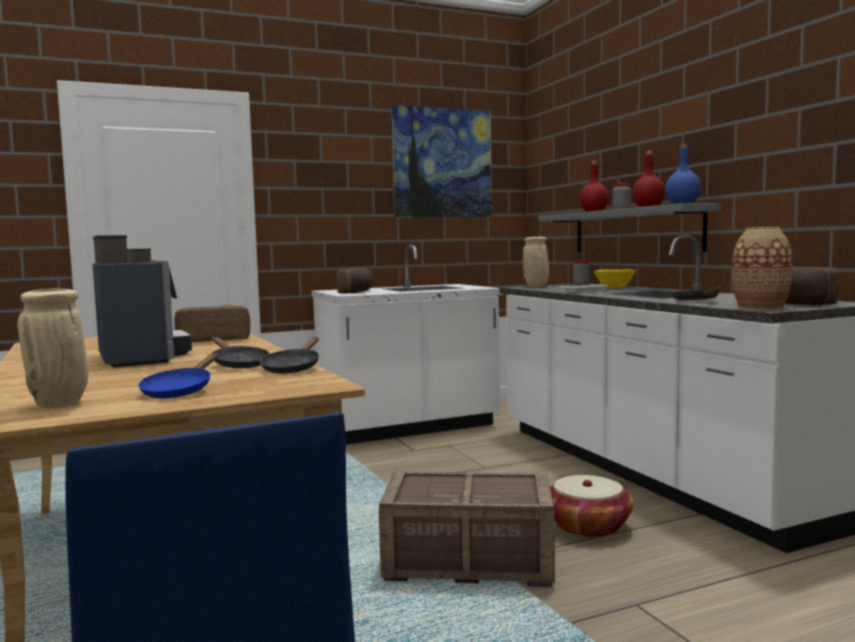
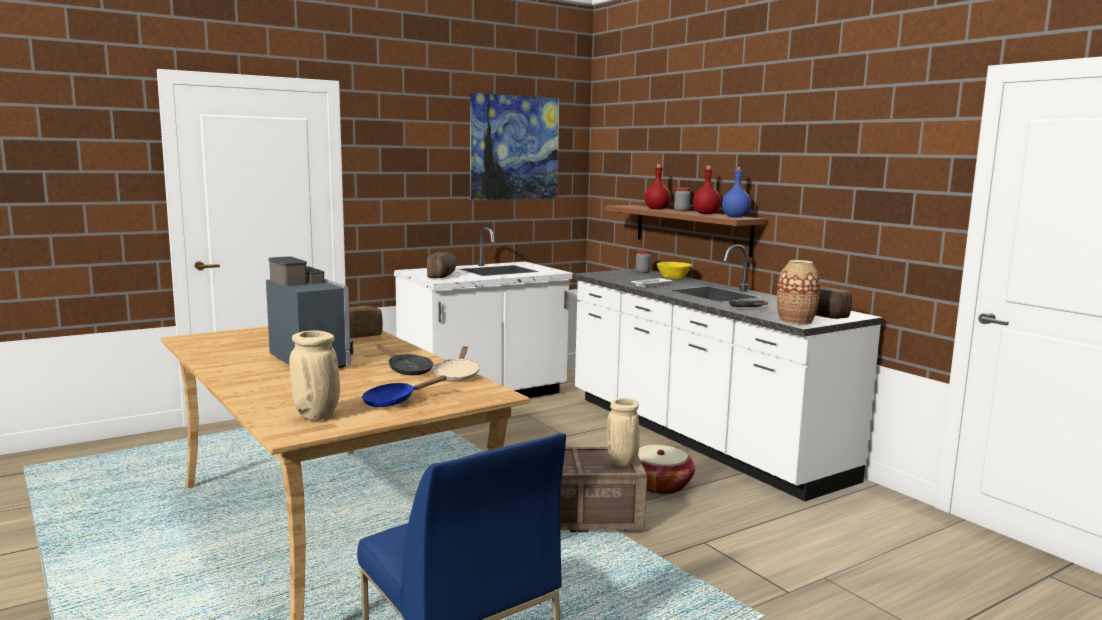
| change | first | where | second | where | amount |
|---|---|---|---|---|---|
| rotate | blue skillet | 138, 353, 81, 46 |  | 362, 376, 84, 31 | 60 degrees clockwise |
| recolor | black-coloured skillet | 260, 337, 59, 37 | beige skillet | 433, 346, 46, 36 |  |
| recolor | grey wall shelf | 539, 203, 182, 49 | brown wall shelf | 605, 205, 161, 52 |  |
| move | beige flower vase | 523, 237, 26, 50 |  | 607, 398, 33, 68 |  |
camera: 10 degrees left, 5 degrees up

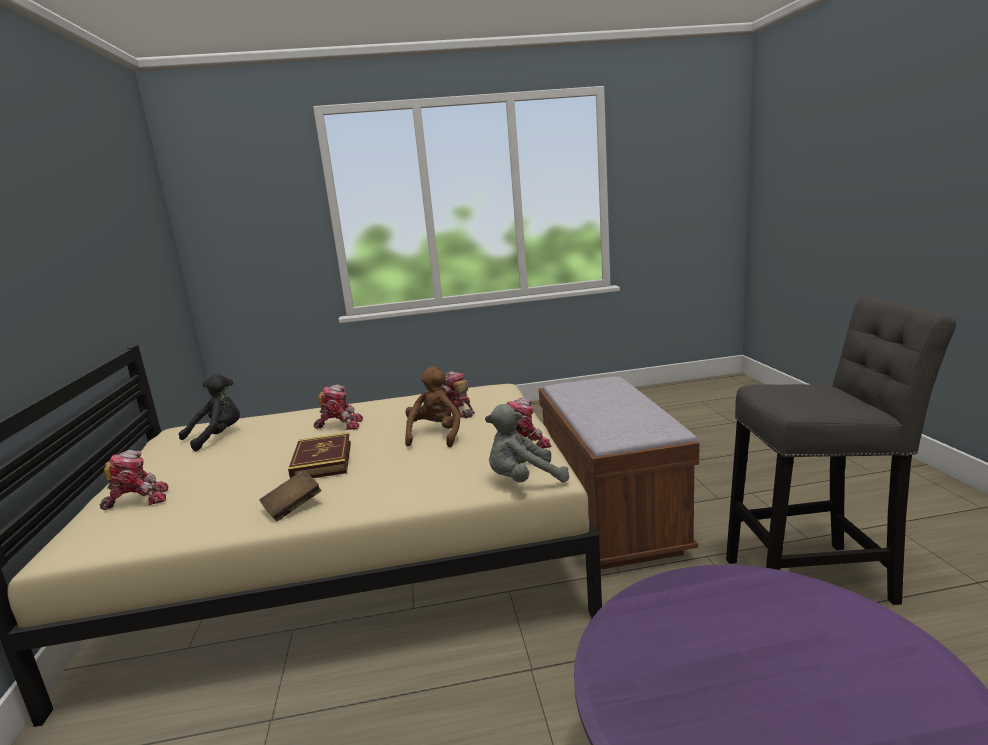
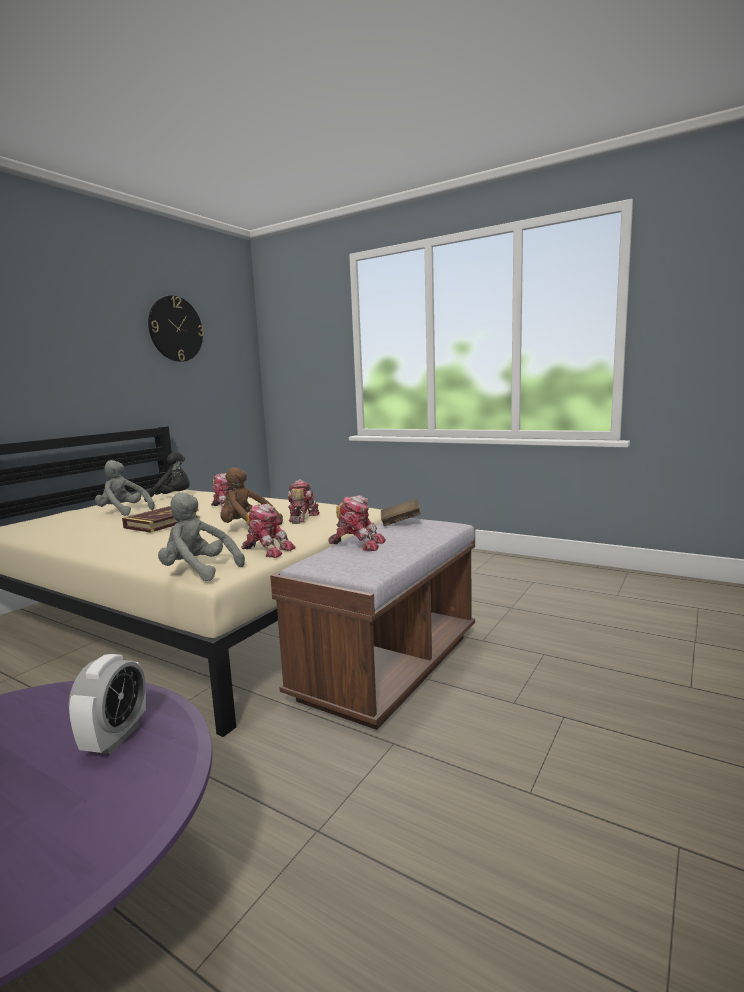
| change | first | where | second | where | amount |
|---|---|---|---|---|---|
| insert |  |  | table clock | 69, 654, 77, 100 |  |
| insert |  |  | grey plush toy | 95, 460, 60, 56 |  |
| insert |  |  | clock on the wall | 148, 296, 56, 66 |  |
| rotate | brown plush toy | 405, 366, 55, 81 |  | 220, 467, 63, 58 | 120 degrees counterclockwise |
| move | toy robot | 100, 450, 68, 60 |  | 329, 495, 57, 56 |  |
| move | brown book | 259, 470, 62, 51 |  | 381, 498, 40, 28 |  |
| delete | grey stool | 726, 296, 230, 309 |  |  |  |
camera: 40 degrees right, 5 degrees down

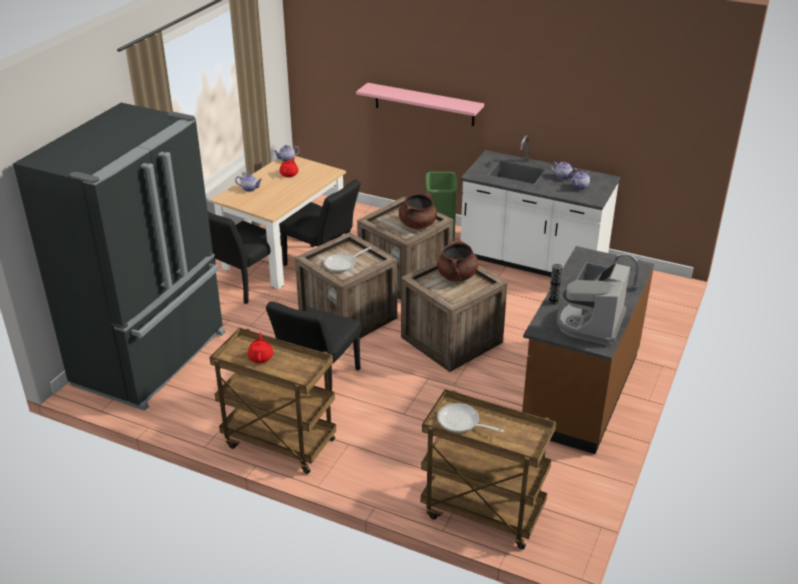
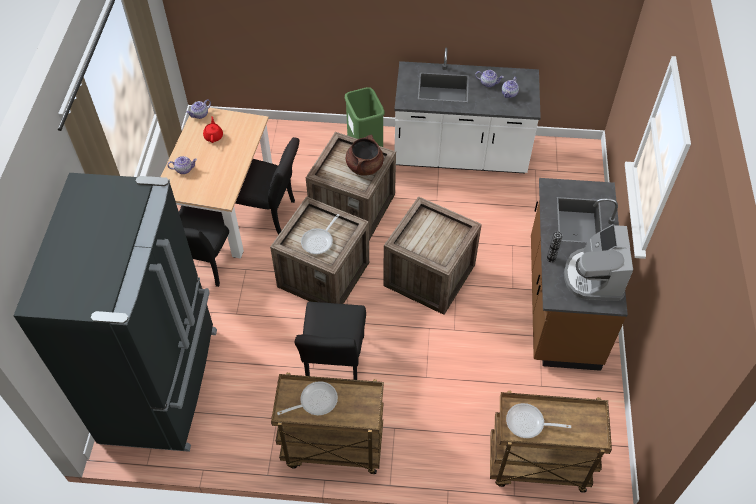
| change | first | where | second | where | amount |
|---|---|---|---|---|---|
| replace | red tea pot | 248, 332, 25, 31 | skillet | 277, 381, 61, 34 |  |
| delete | pink wall shelf | 356, 83, 128, 43 |  |  |  |
| delete | brown cooking pot | 437, 240, 41, 42 |  |  |  |
camera: 20 degrees left, 20 degrees up

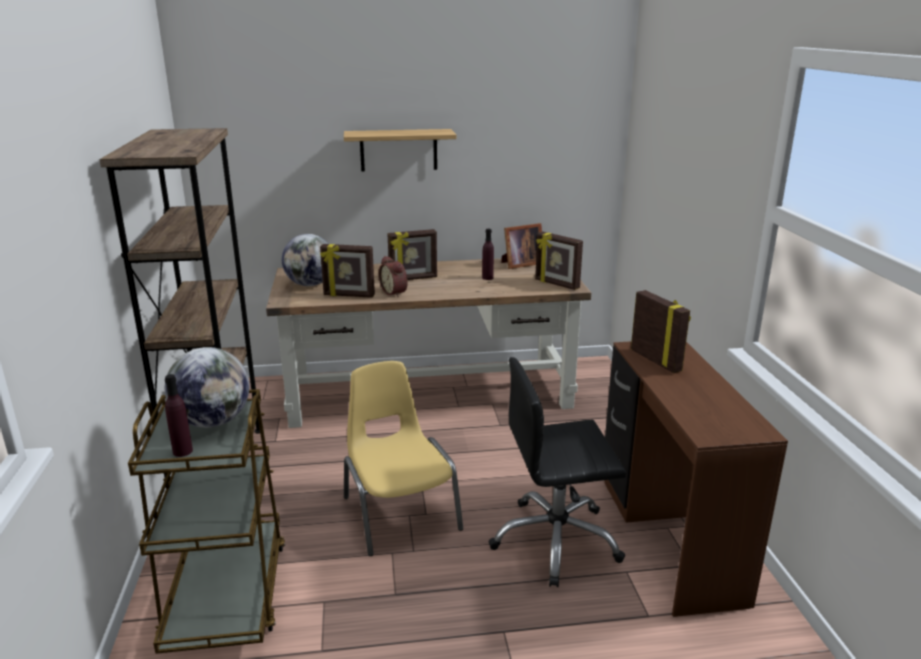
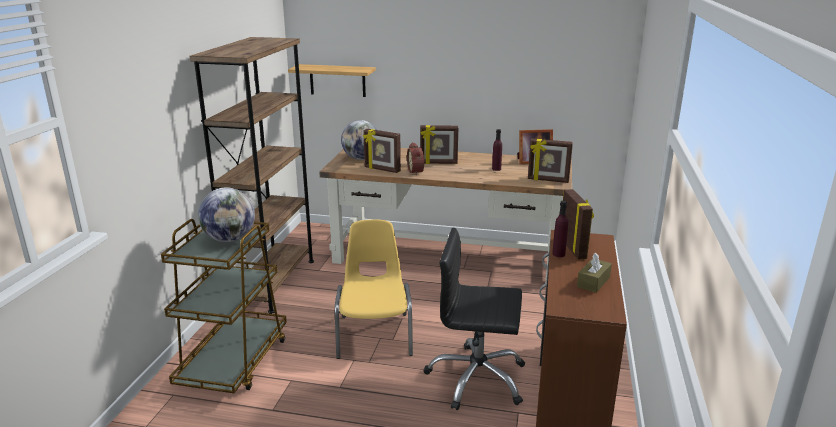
| change | first | where | second | where | amount |
|---|---|---|---|---|---|
| move | wall shelf | 344, 129, 112, 43 |  | 288, 64, 88, 33 |  |
| rotate | photo frame | 535, 231, 48, 59 |  | 528, 139, 45, 44 | 45 degrees counterclockwise |
| move | purplish drink bottle | 165, 374, 28, 83 |  | 552, 201, 16, 56 |  |
| insert |  |  | brown tissue holder | 577, 253, 35, 40 |  |
camera: 20 degrees right, 0 degrees up

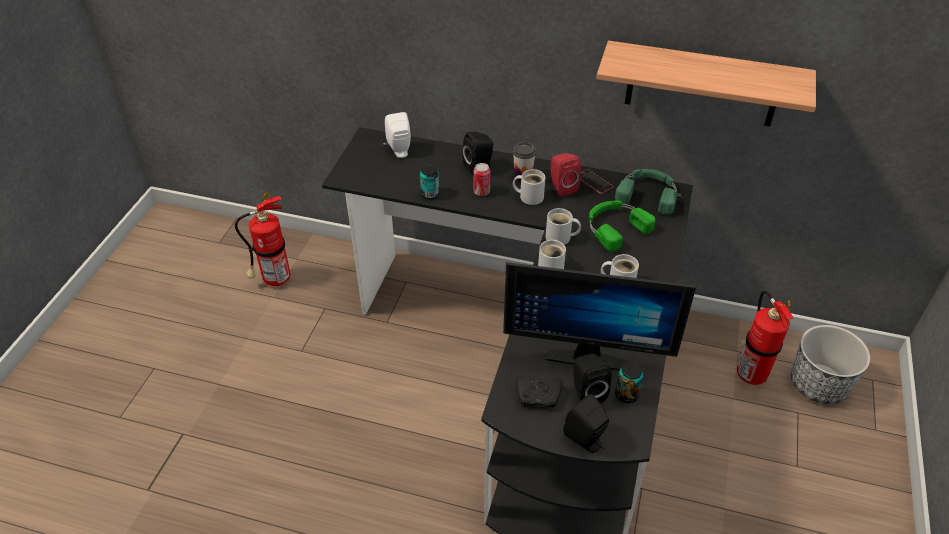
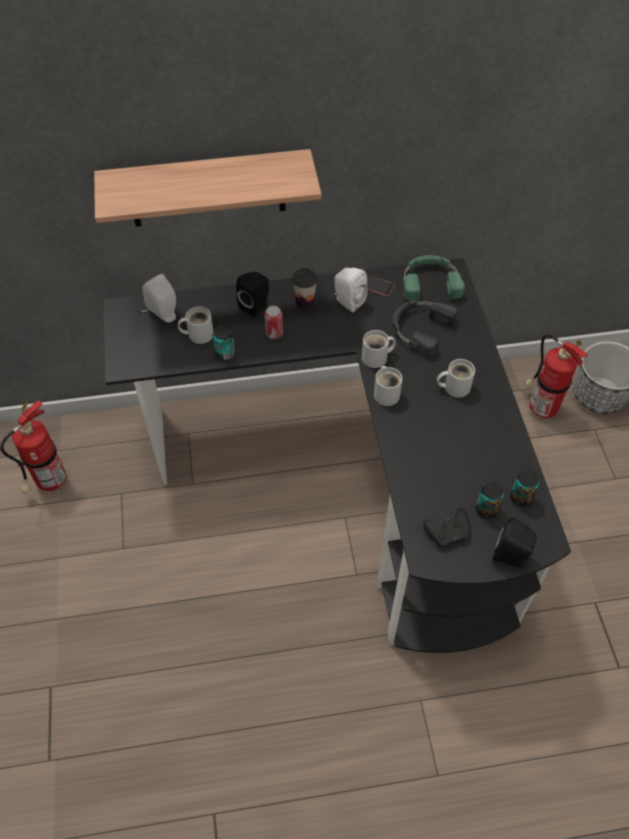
| change | first | where | second | where | amount |
|---|---|---|---|---|---|
| move | wall shelf | 596, 41, 220, 86 |  | 94, 149, 228, 78 |  |
| move | white tea mug | 513, 169, 32, 36 |  | 178, 306, 36, 38 |  |
| recolor | red speaker | 551, 153, 30, 44 | white speaker | 334, 268, 33, 45 |  |
| recolor | green-coloured headphones | 589, 201, 67, 51 | black-coloured headphones | 392, 300, 65, 56 |  |
| replace | black-coloured speaker | 573, 353, 39, 50 | can | 476, 482, 28, 37 |  |
| delete | computer display | 503, 262, 193, 108 |  |  |  |
camera: 25 degrees left, 10 degrees up

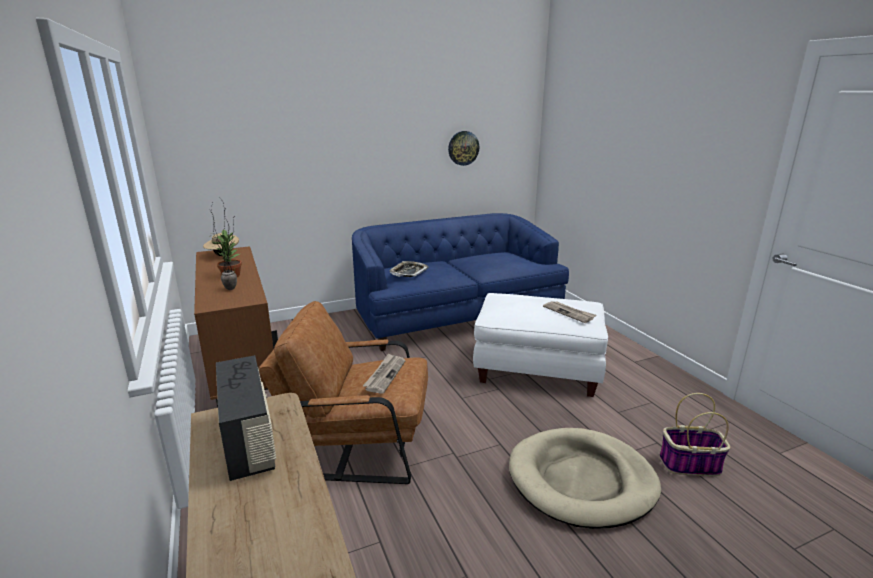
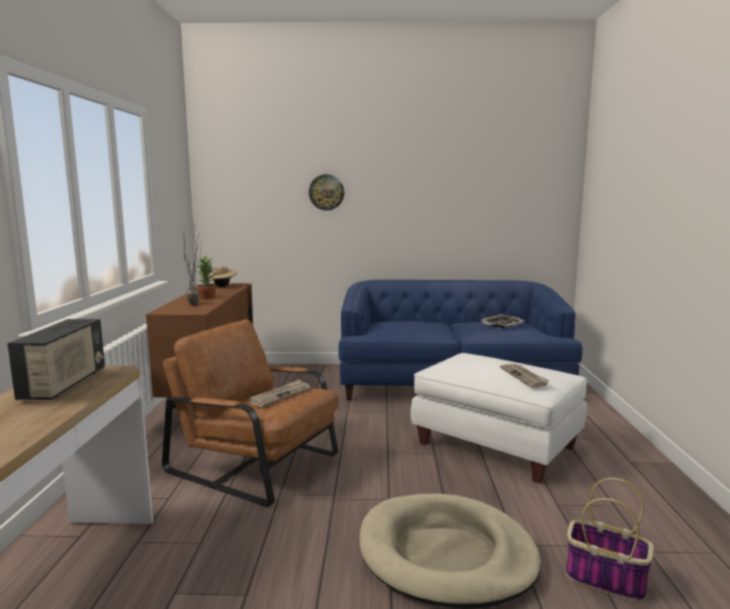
| change | first | where | second | where | amount |
|---|---|---|---|---|---|
| move | clock on the wall | 448, 131, 31, 35 |  | 309, 174, 35, 37 |  |
| move | carrying tray | 389, 261, 40, 16 |  | 481, 314, 44, 14 |  |
camera: 25 degrees right, 10 degrees down

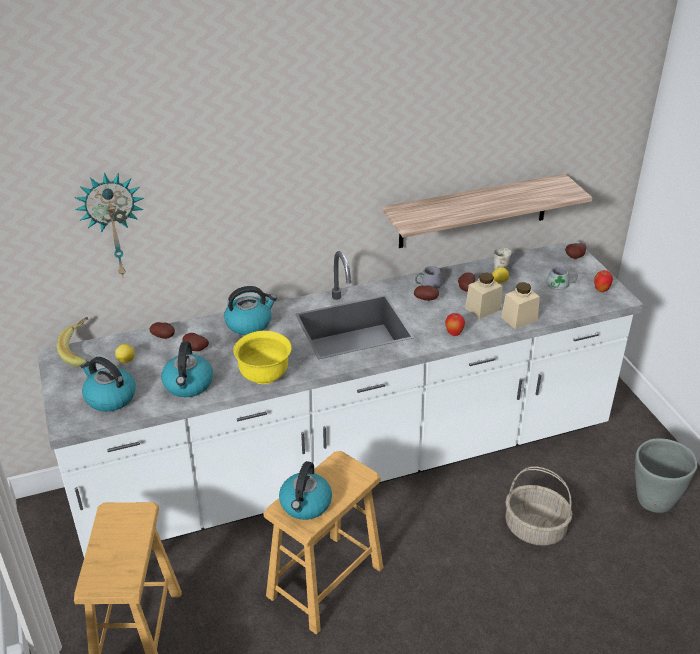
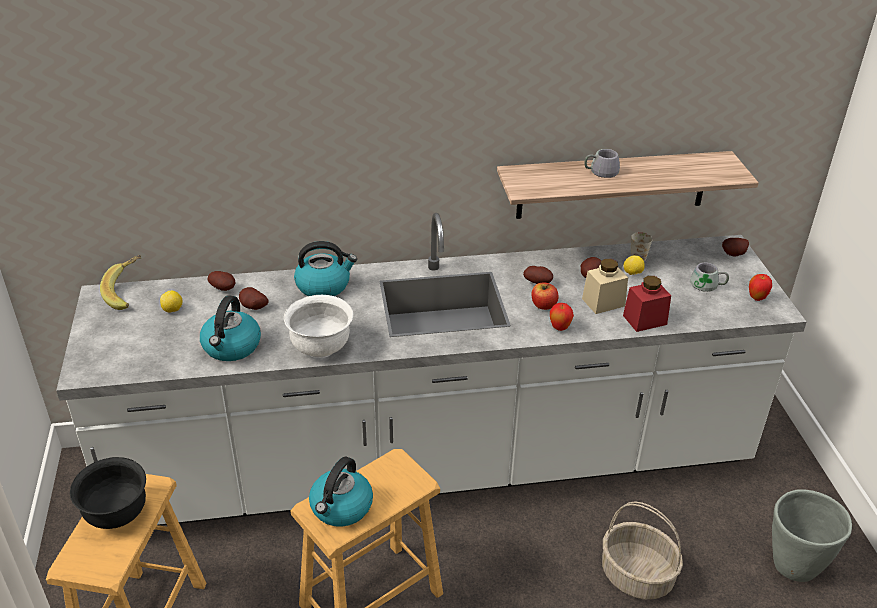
| change | first | where | second | where | amount |
|---|---|---|---|---|---|
| insert |  |  | black-coloured deep dish | 70, 457, 76, 72 |  |
| recolor | yellowish deep dish | 233, 331, 59, 53 | white deep dish | 284, 295, 69, 63 |  |
| insert |  |  | whole apple | 532, 283, 27, 27 |  |
| move | grey tea mug | 415, 266, 28, 23 |  | 584, 149, 36, 29 |  |
| recolor | beige preserve jar | 501, 282, 39, 47 | red preserve jar | 623, 276, 48, 56 |  |
| delete | clock on the wall | 75, 173, 69, 105 |  |  |  |
| delete | water kettle | 80, 357, 56, 55 |  |  |  |
camera: 10 degrees right, 0 degrees up

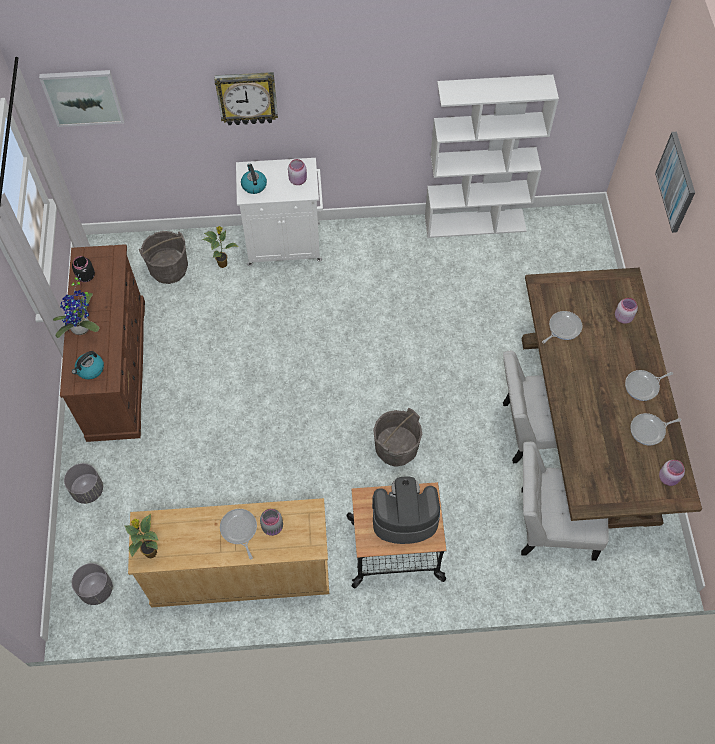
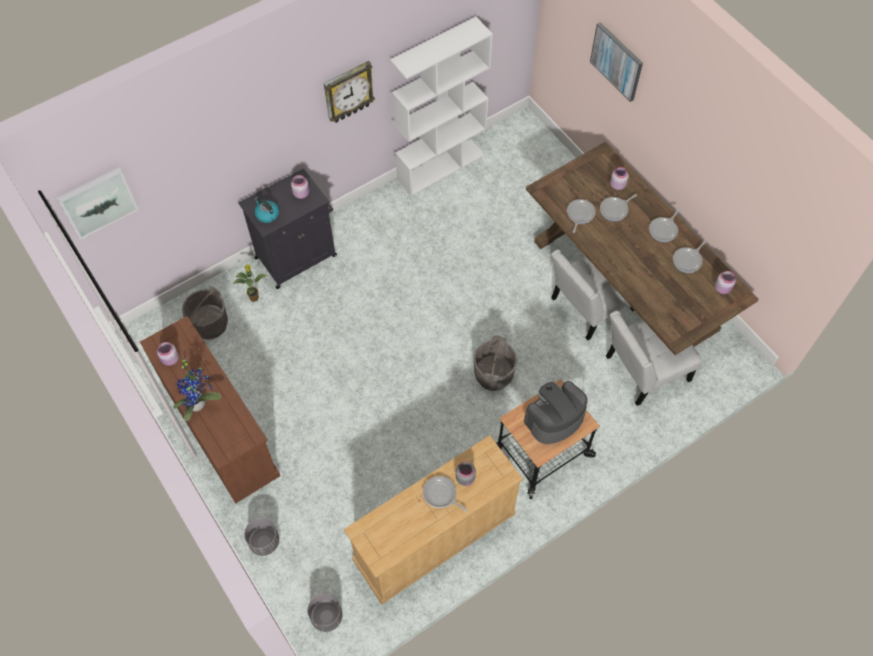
| change | first | where | second | where | amount |
|---|---|---|---|---|---|
| recolor | black-coloured preserve jar | 72, 256, 23, 26 | pink preserve jar | 157, 342, 22, 24 |  |
| recolor | white storage cabinet | 236, 158, 87, 108 | black-coloured storage cabinet | 238, 168, 99, 121 |  |
| move | clock on the wall | 214, 72, 64, 53 |  | 324, 61, 51, 62 |  |
| insert |  |  | skillet | 600, 194, 37, 27 |  |
| delete | water kettle | 72, 351, 32, 29 |  |  |  |
| delete | plant in a pot | 124, 514, 35, 44 |  |  |  |
camera: 30 degrees left, 0 degrees up

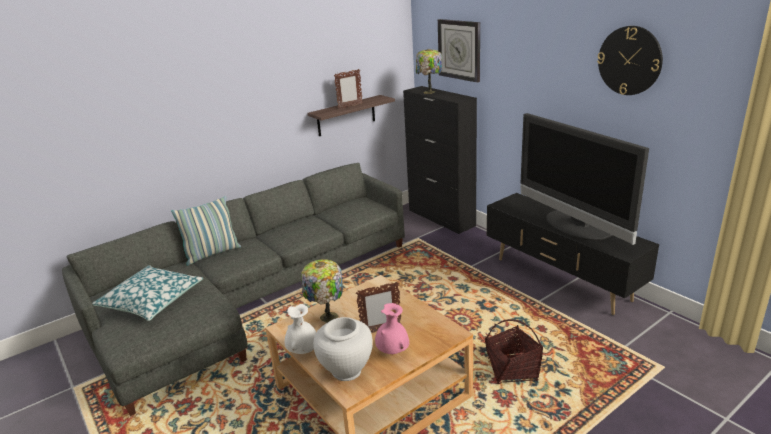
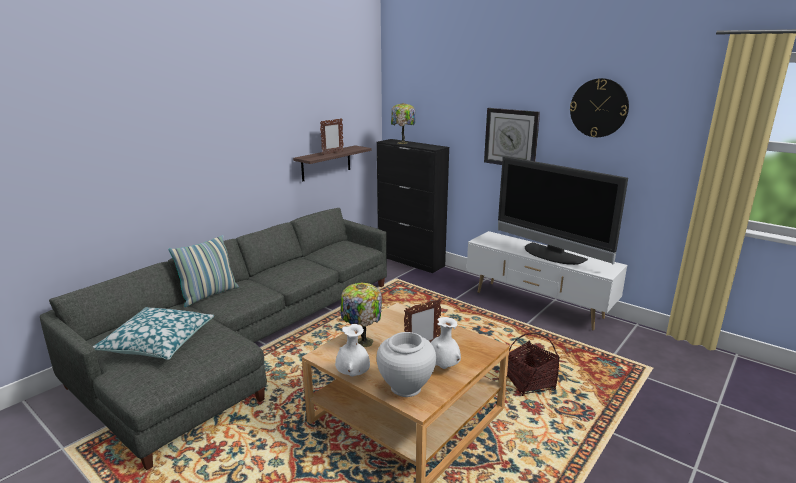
| change | first | where | second | where | amount |
|---|---|---|---|---|---|
| recolor | pink flower vase | 375, 303, 34, 51 | white flower vase | 431, 317, 30, 52 |  |
| recolor | black-coloured tv unit | 487, 193, 172, 122 | white tv unit | 467, 231, 160, 99 |  |
| move | clock on the wall | 438, 19, 42, 64 |  | 484, 108, 56, 57 |  |
camera: 15 degrees left, 5 degrees down

